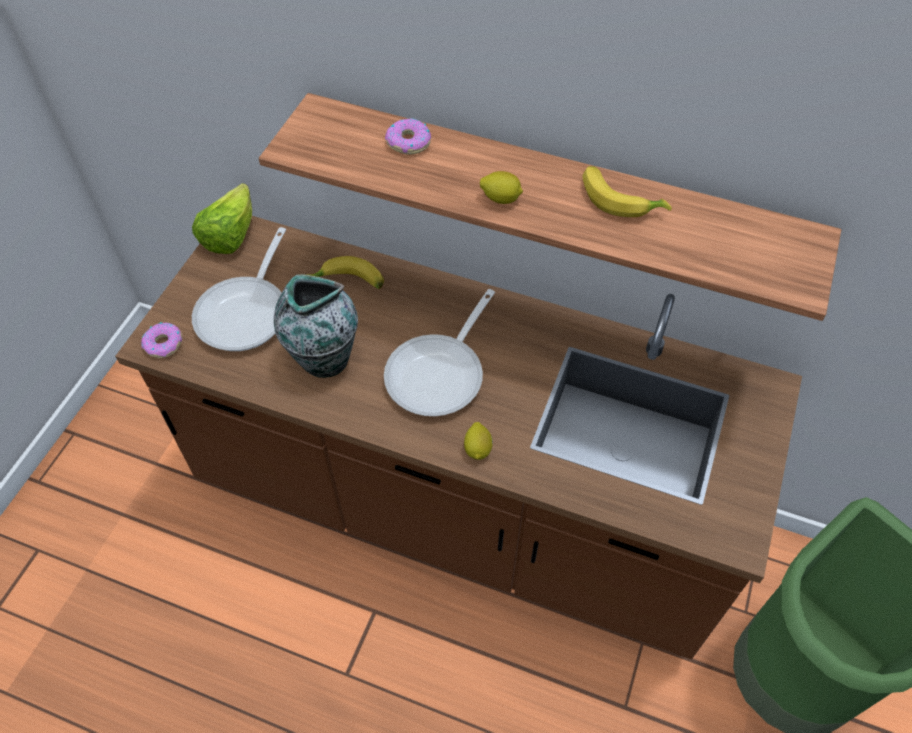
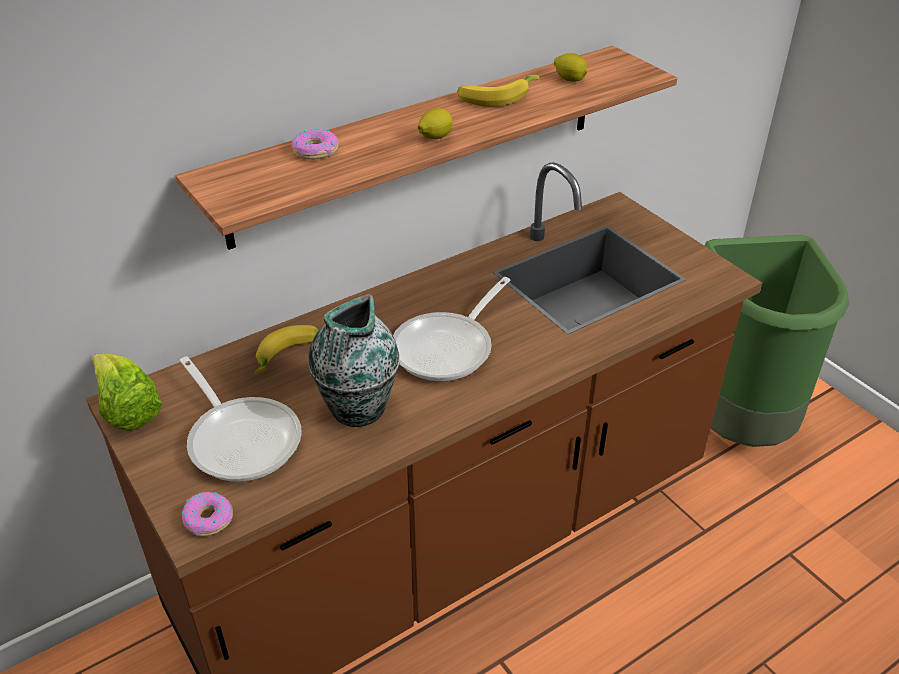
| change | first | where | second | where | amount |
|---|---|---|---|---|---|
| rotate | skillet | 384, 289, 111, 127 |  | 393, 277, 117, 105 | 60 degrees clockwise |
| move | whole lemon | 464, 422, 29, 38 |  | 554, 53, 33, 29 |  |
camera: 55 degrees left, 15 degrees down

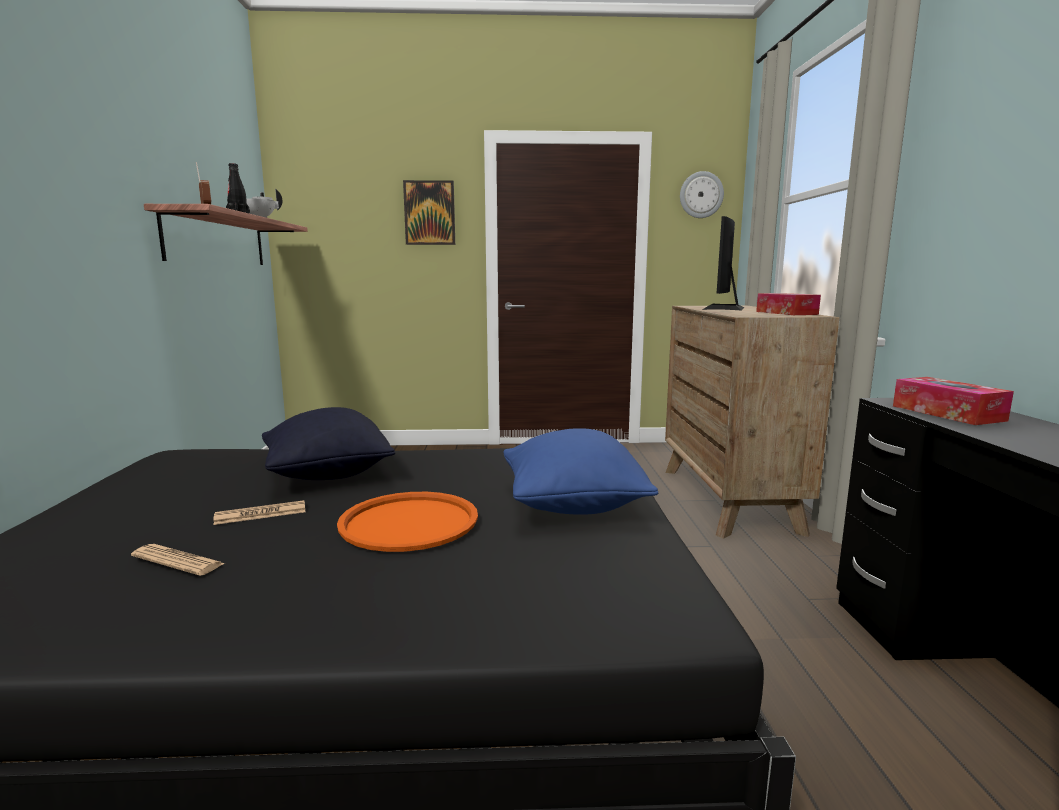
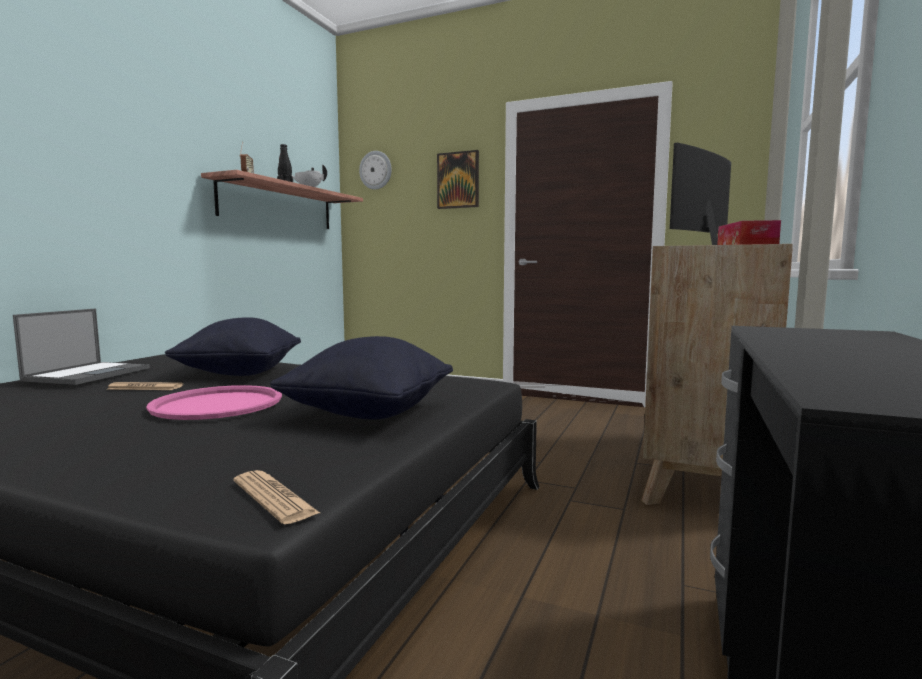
| change | first | where | second | where | amount |
|---|---|---|---|---|---|
| insert |  |  | laptop | 13, 309, 137, 76 |  |
| recolor | orangey carrying tray | 337, 492, 141, 60 | pink carrying tray | 146, 385, 136, 35 |  |
| move | newspaper | 131, 544, 94, 32 |  | 234, 470, 86, 54 |  |
| recolor | blue cushion | 503, 428, 155, 87 | black-coloured cushion | 270, 336, 183, 83 |  |
| move | clock on the wall | 680, 171, 44, 47 |  | 359, 151, 33, 39 |  |
| delete | tissue holder | 893, 377, 121, 48 |  |  |  |
camera: 25 degrees right, 5 degrees down

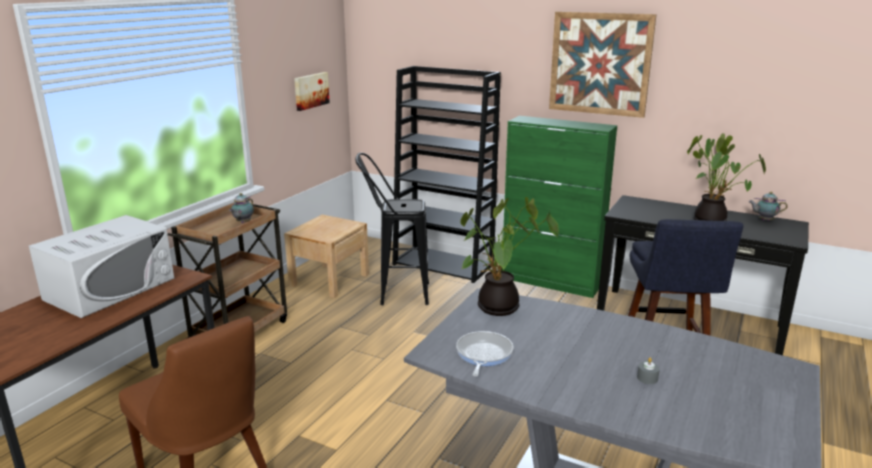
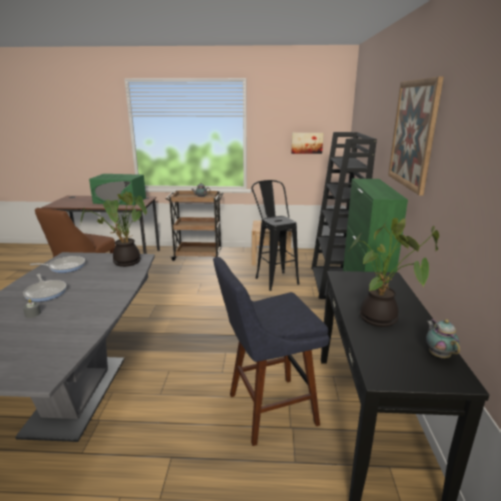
| change | first | where | second | where | amount |
|---|---|---|---|---|---|
| insert |  |  | skillet | 23, 274, 44, 28 |  |
| recolor | white microwave oven | 29, 215, 146, 103 | green-coloured microwave oven | 89, 174, 57, 31 |  |
camera: 65 degrees right, 0 degrees up

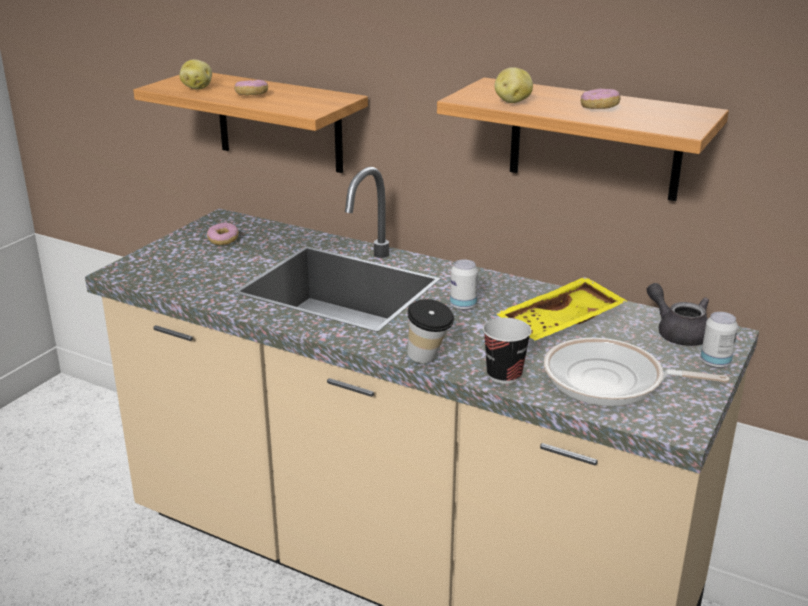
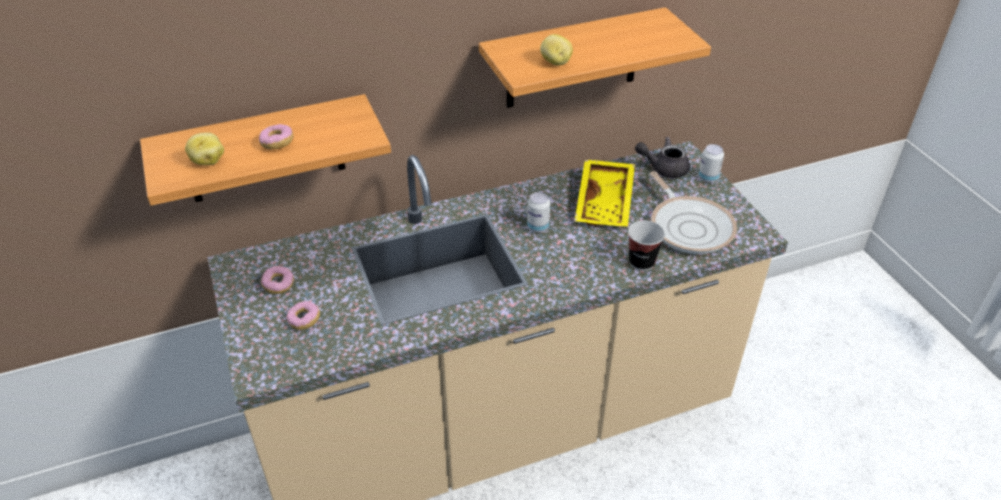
| change | first | where | second | where | amount |
|---|---|---|---|---|---|
| move | doughnut | 581, 89, 39, 20 |  | 286, 301, 34, 29 |  |
| rotate | skillet | 544, 338, 186, 68 |  | 650, 171, 87, 83 | 75 degrees counterclockwise |
| delete | drinking cup | 407, 299, 47, 64 |  |  |  |
camera: 50 degrees left, 15 degrees up

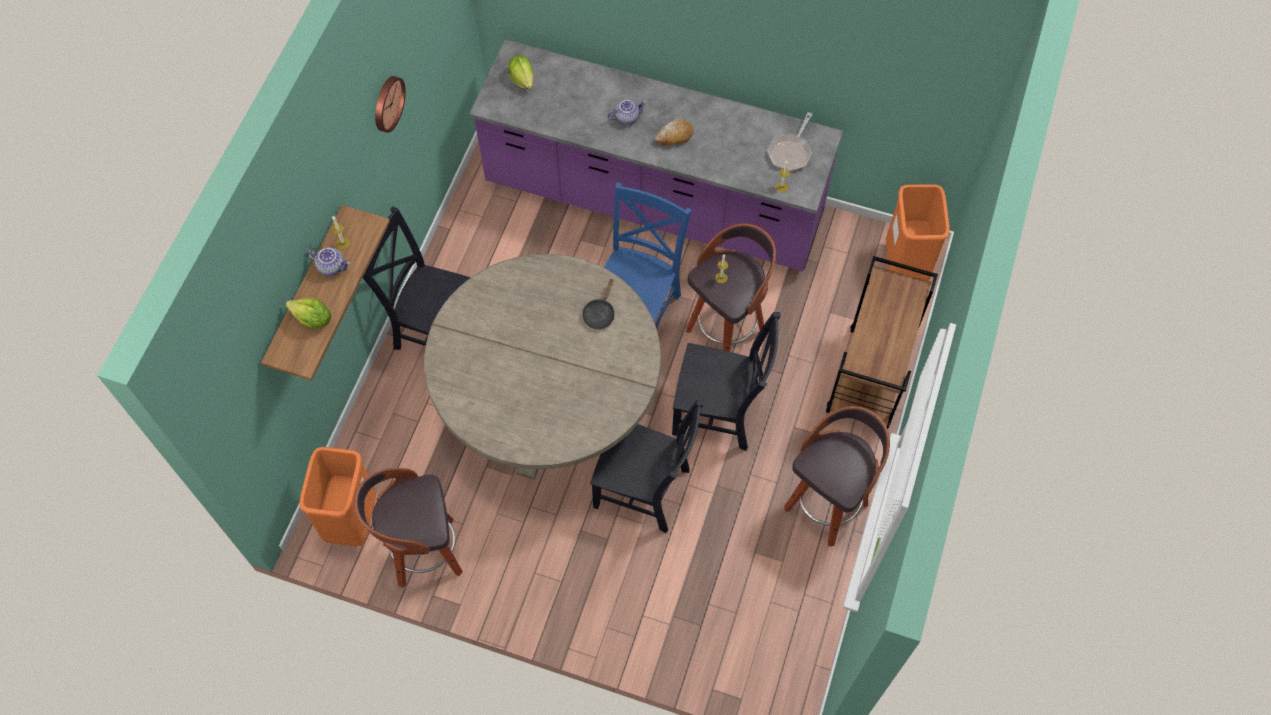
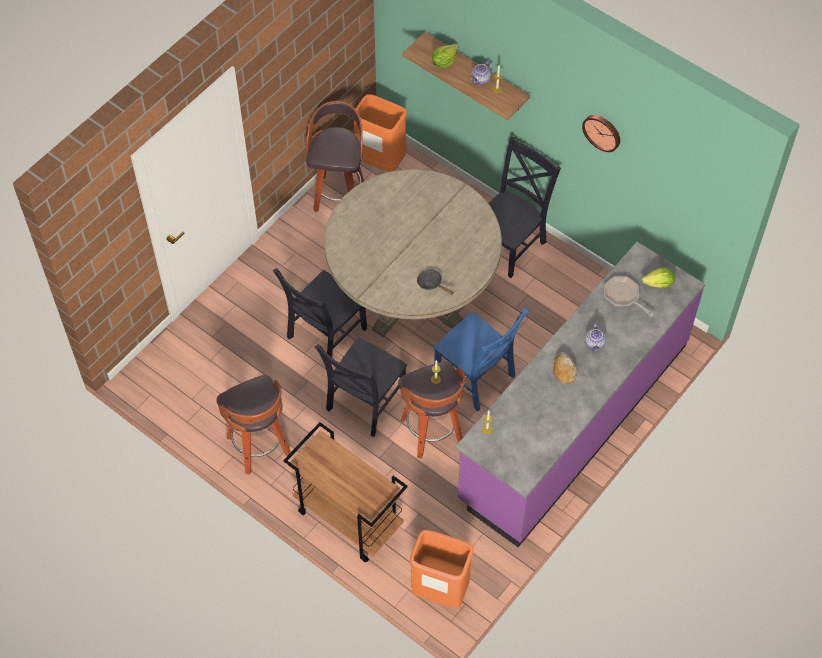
| change | first | where | second | where | amount |
|---|---|---|---|---|---|
| move | skillet | 767, 112, 46, 59 |  | 604, 277, 50, 40 |  |
camera: 110 degrees right, 5 degrees down

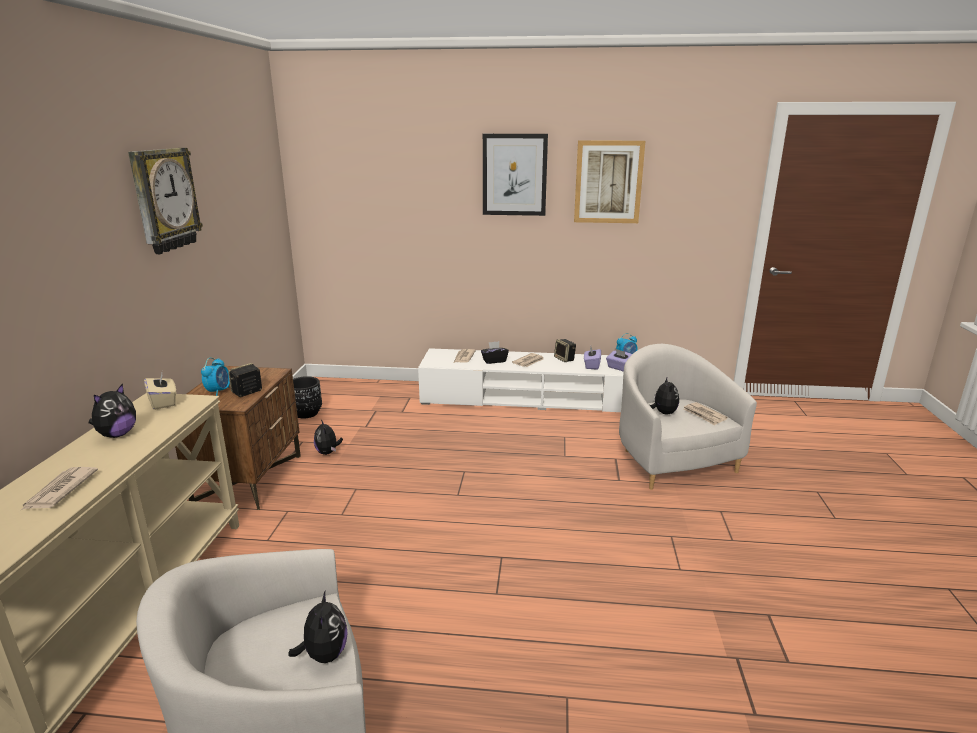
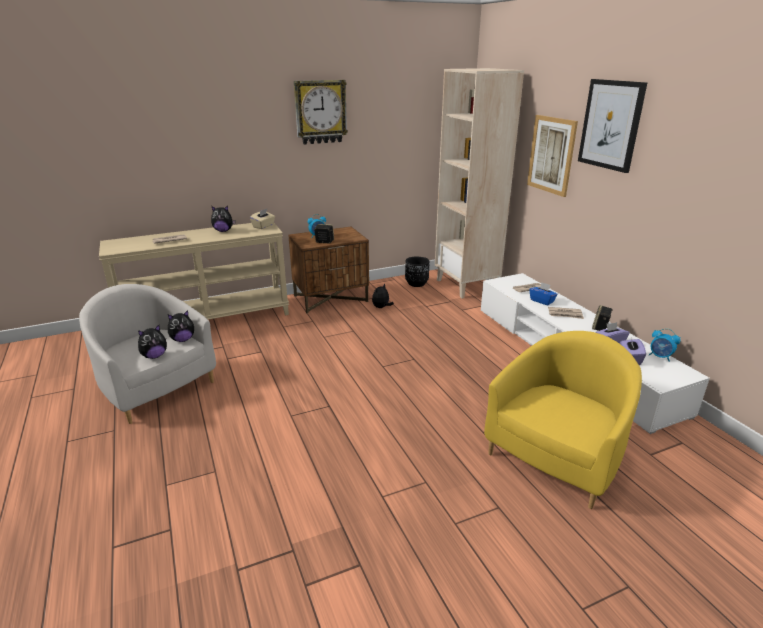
| change | first | where | second | where | amount |
|---|---|---|---|---|---|
| move | plush toy | 649, 378, 30, 37 |  | 168, 310, 26, 32 |  |
| insert |  |  | beige bookcase | 435, 68, 89, 230 |  |
| recolor | white easy chair | 619, 344, 138, 146 | yellowish easy chair | 484, 331, 158, 178 |  |
| move | wall picture | 574, 140, 71, 83 |  | 527, 115, 51, 82 |  |
| recolor | black-coloured tissue holder | 481, 341, 28, 23 | blue tissue holder | 529, 282, 29, 24 |  |
| delete | newspaper | 683, 402, 45, 24 |  |  |  |
camera: 60 degrees right, 5 degrees up

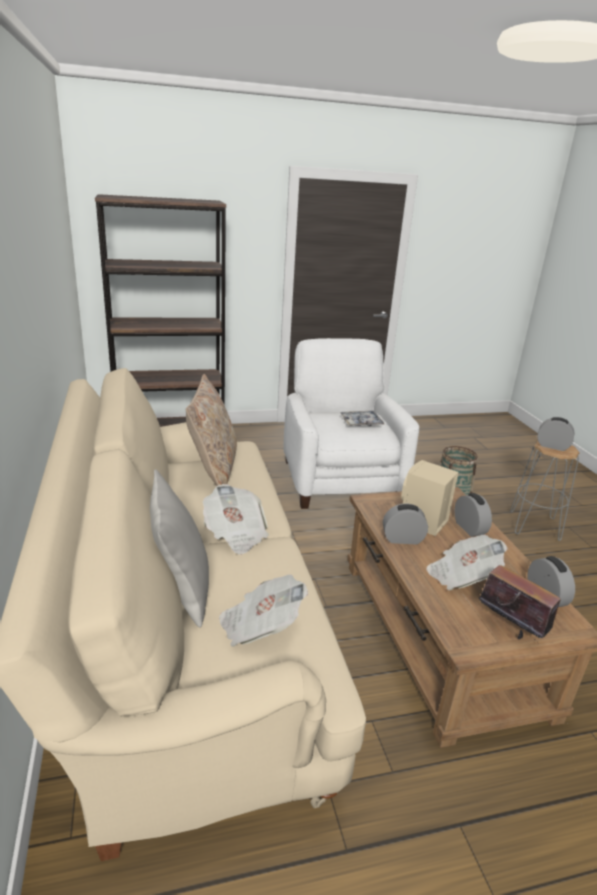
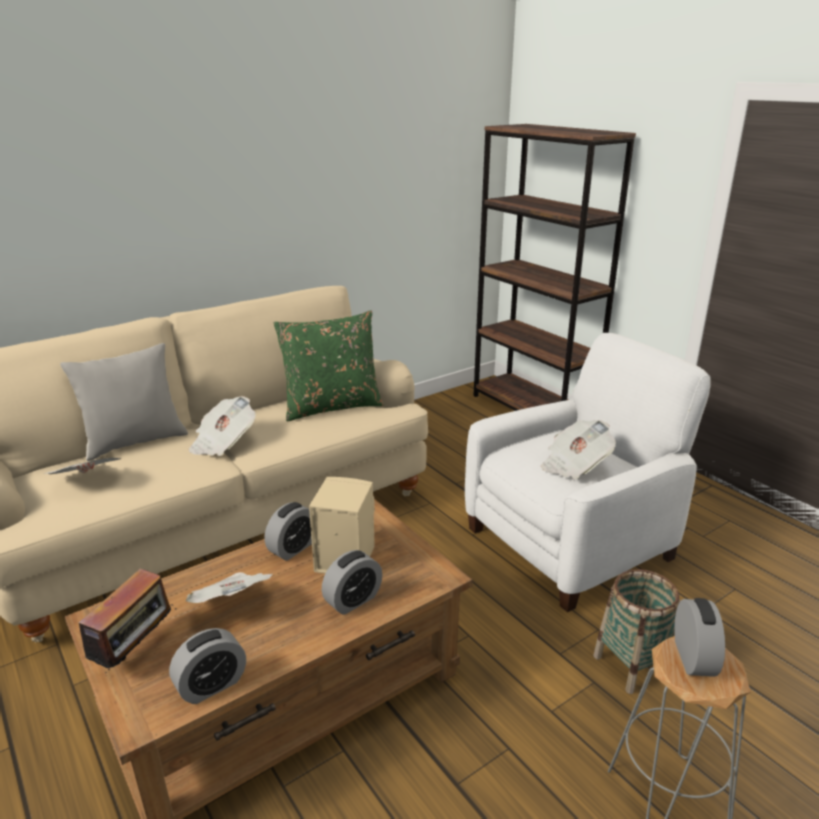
| change | first | where | second | where | amount |
|---|---|---|---|---|---|
| rotate | table clock | 383, 503, 45, 42 |  | 265, 502, 47, 59 | 60 degrees clockwise |
| recolor | beige cushion | 186, 374, 51, 112 | green-coloured cushion | 274, 310, 109, 111 |  |
| replace | carrying tray | 340, 411, 45, 15 | newspaper | 541, 420, 75, 59 |  |
camera: 70 degrees right, 0 degrees up

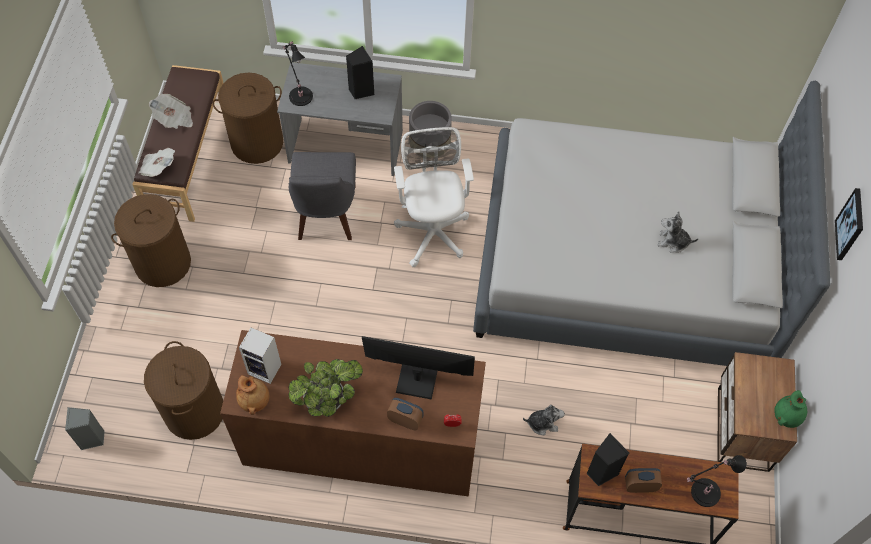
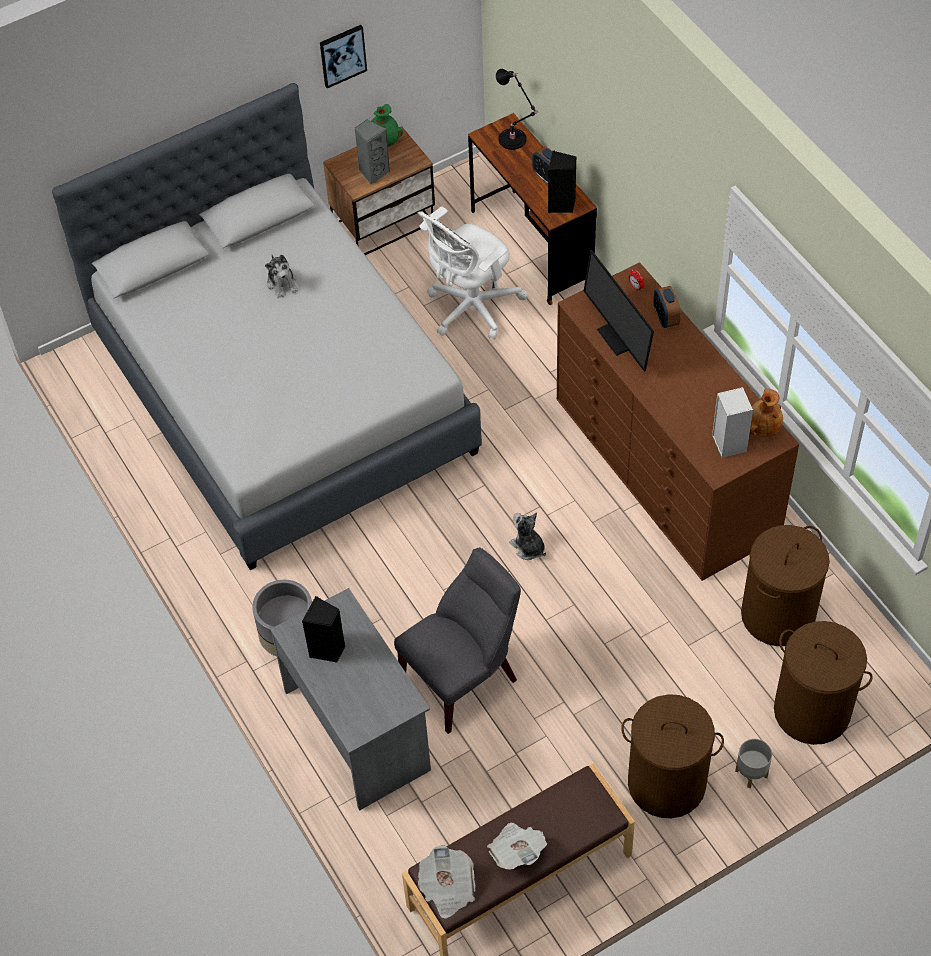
| change | first | where | second | where | amount |
|---|---|---|---|---|---|
| move | wall picture | 835, 188, 28, 72 |  | 320, 25, 47, 64 |  |
| move | grey speaker | 65, 407, 40, 43 |  | 355, 120, 35, 65 |  |
| move | newspaper | 138, 148, 37, 29 |  | 417, 845, 58, 74 |  |
| move | white desk chair | 394, 127, 80, 140 |  | 418, 206, 110, 134 |  |
| move | plush toy | 523, 405, 42, 30 |  | 509, 512, 37, 48 |  |
| insert |  |  | grey planter | 735, 739, 37, 49 |  |
| move | brown washing basket | 212, 73, 71, 91 |  | 774, 621, 99, 124 |  |
| delete | black-coloured tabletop lamp | 282, 41, 31, 65 |  |  |  |
| delete | plant in a pot | 289, 359, 74, 58 |  |  |  |
camera: 125 degrees left, 5 degrees down

